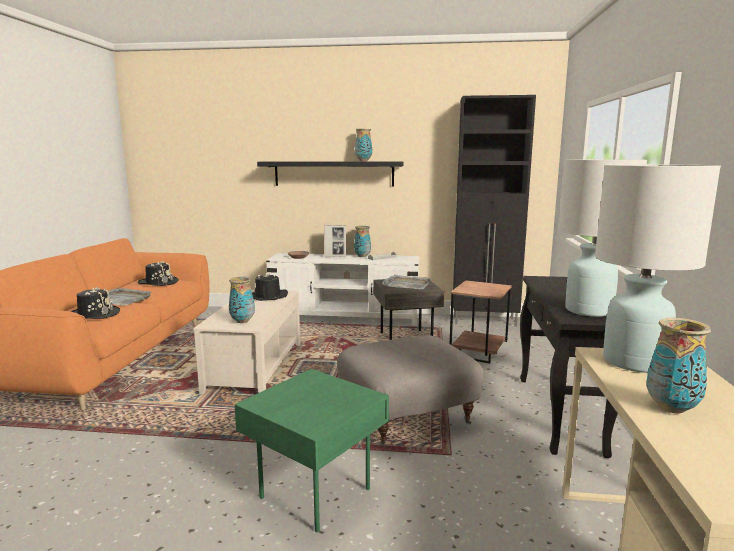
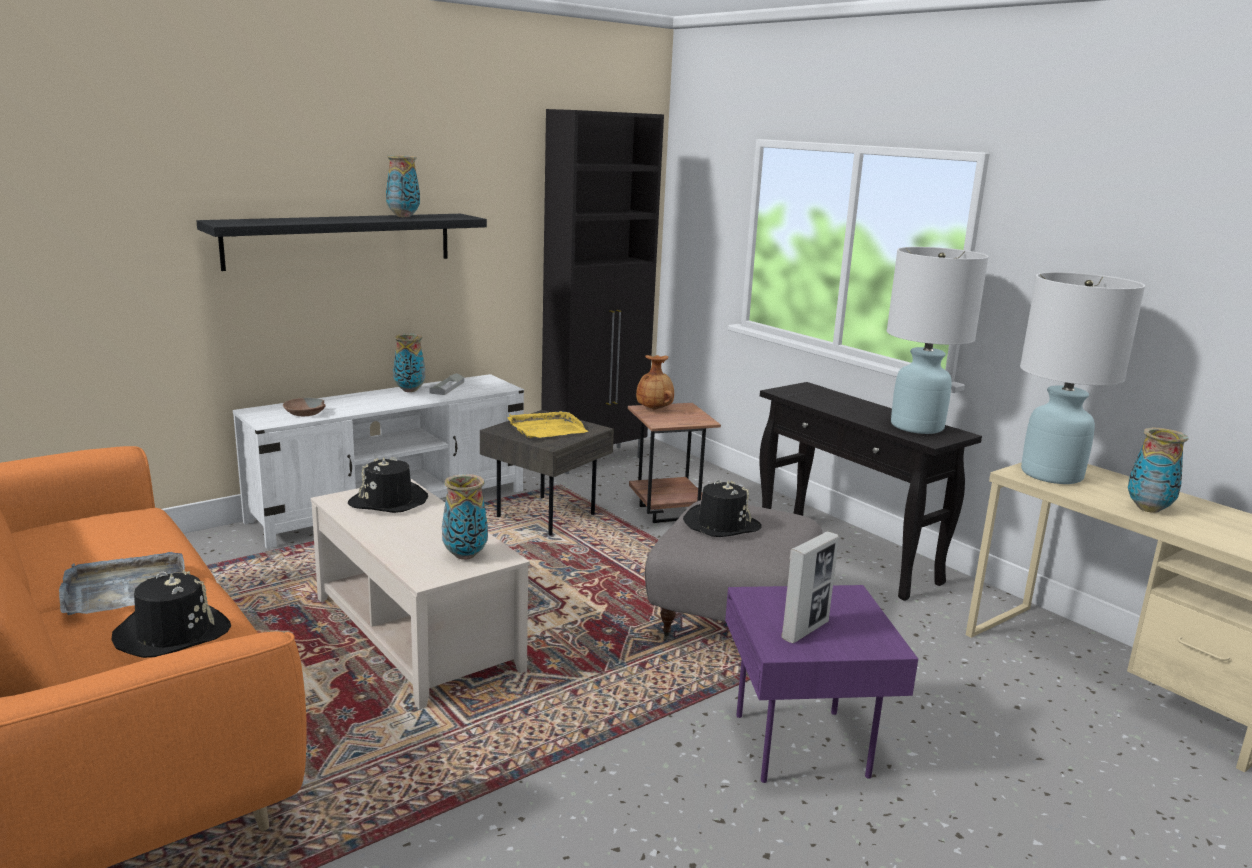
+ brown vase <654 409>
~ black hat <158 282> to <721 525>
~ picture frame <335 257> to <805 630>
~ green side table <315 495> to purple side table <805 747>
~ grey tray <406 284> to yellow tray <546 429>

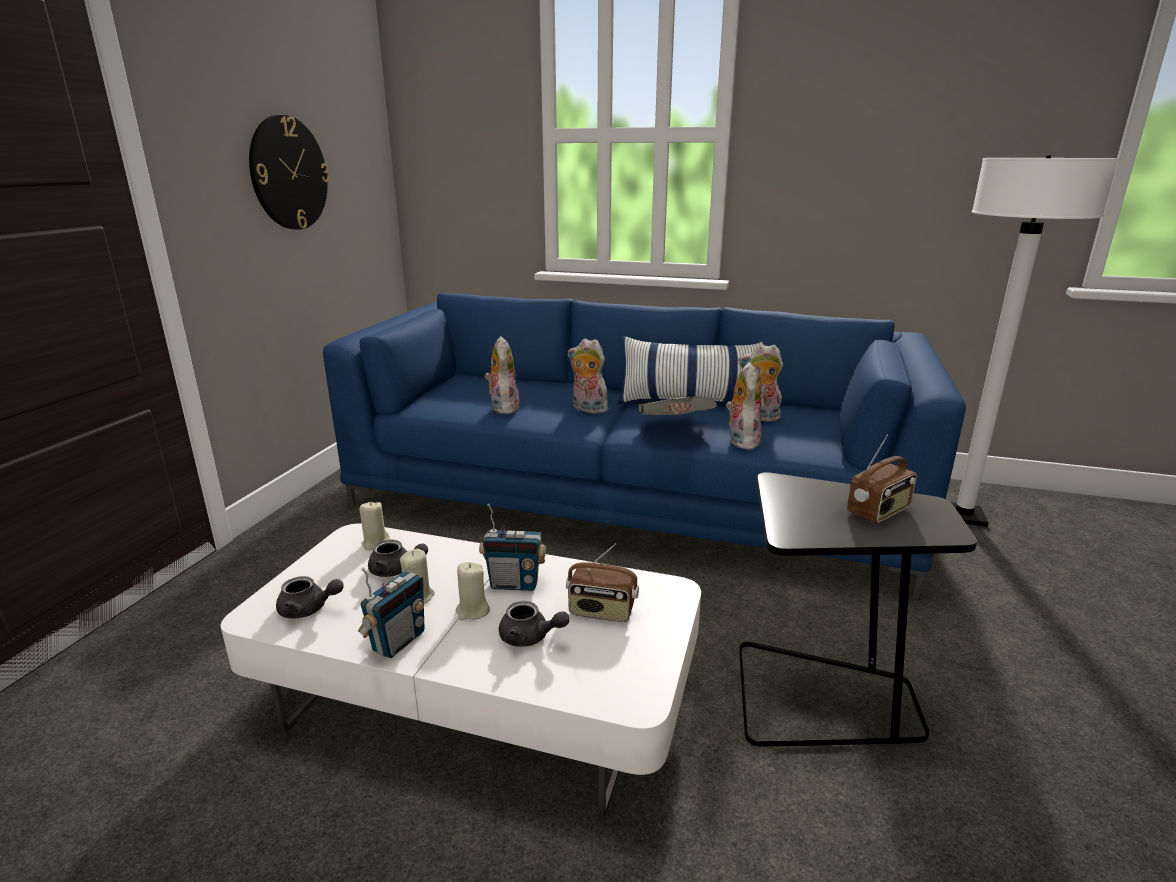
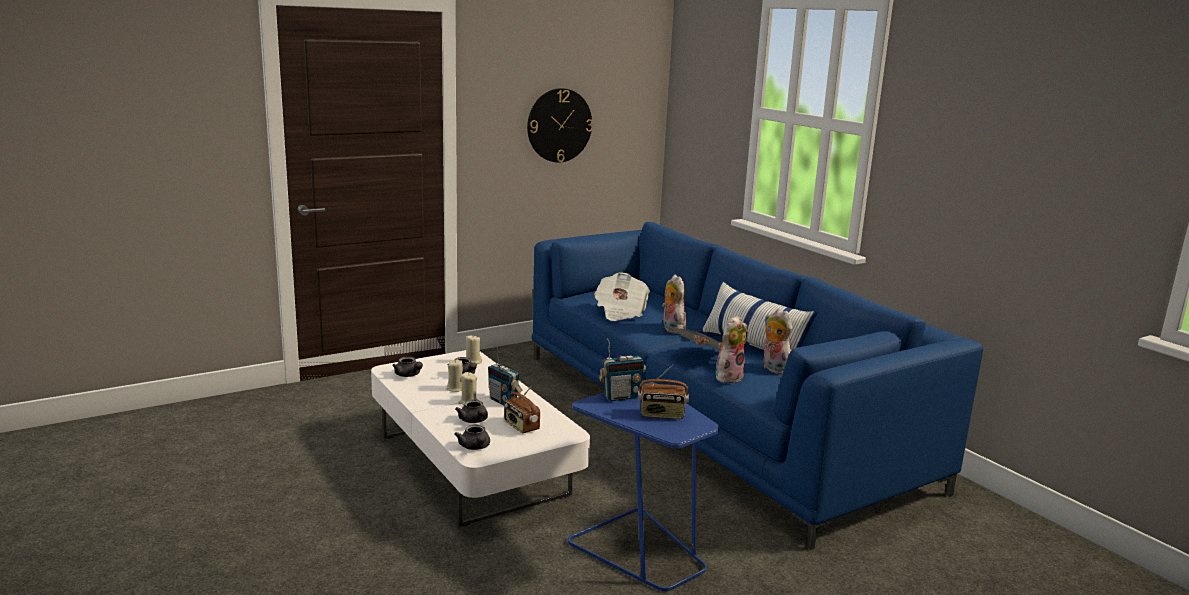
- white floor lamp <963 516>
+ grey teapot <475 447>
~ radio <398 641> to <621 397>
~ plush toy <503 407> to newspaper <620 312>
~ black side table <822 699> to blue side table <640 550>

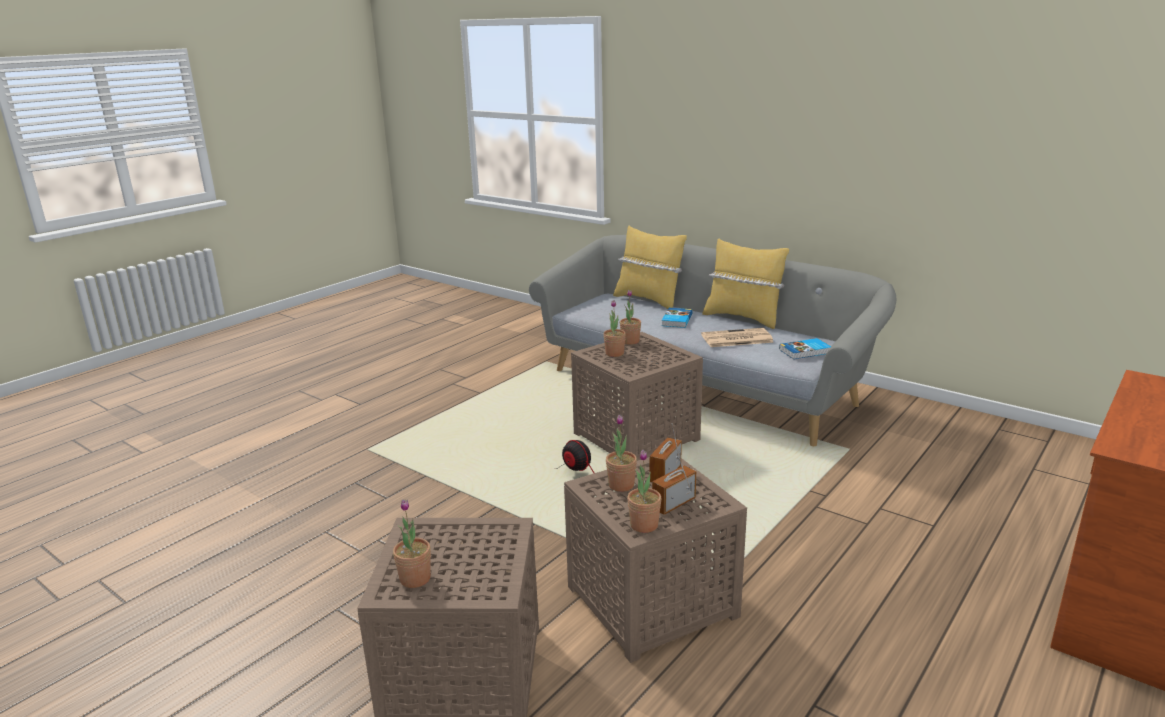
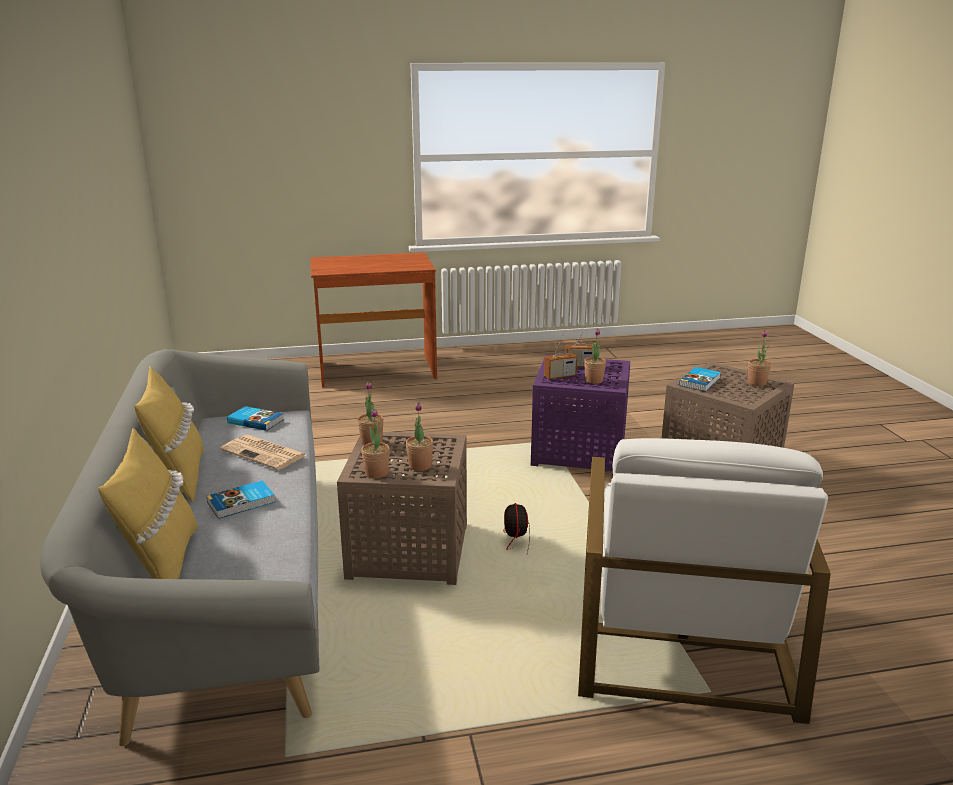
+ white armchair <680 637>
+ book <700 382>
~ potted plant <644 525> to <371 441>
~ brown side table <651 603> to purple side table <580 451>

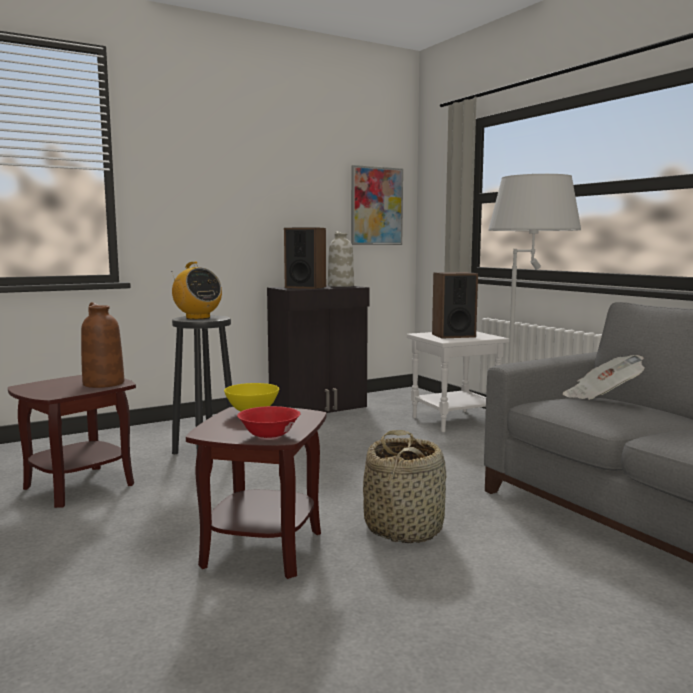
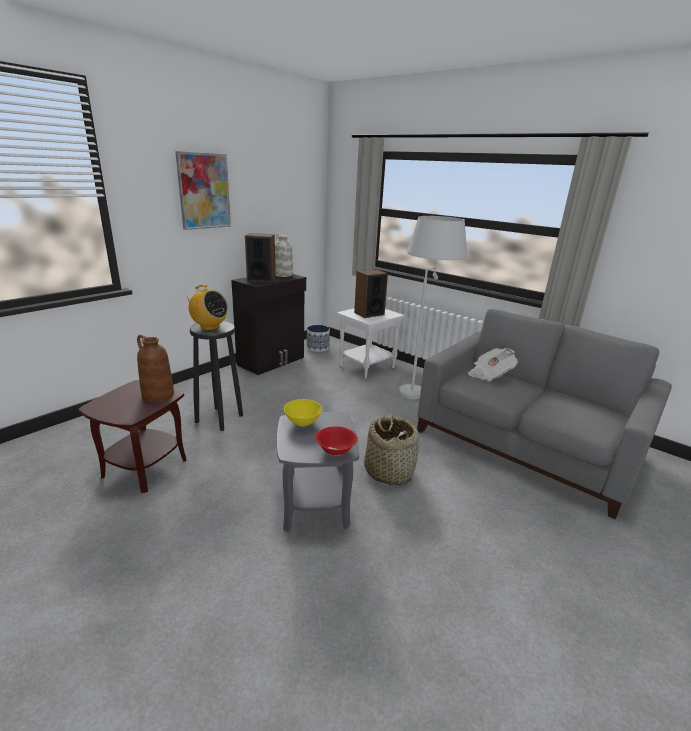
+ planter <318 347>
~ picture <376 206> to <204 191>
~ brown side table <263 549> to grey side table <316 506>

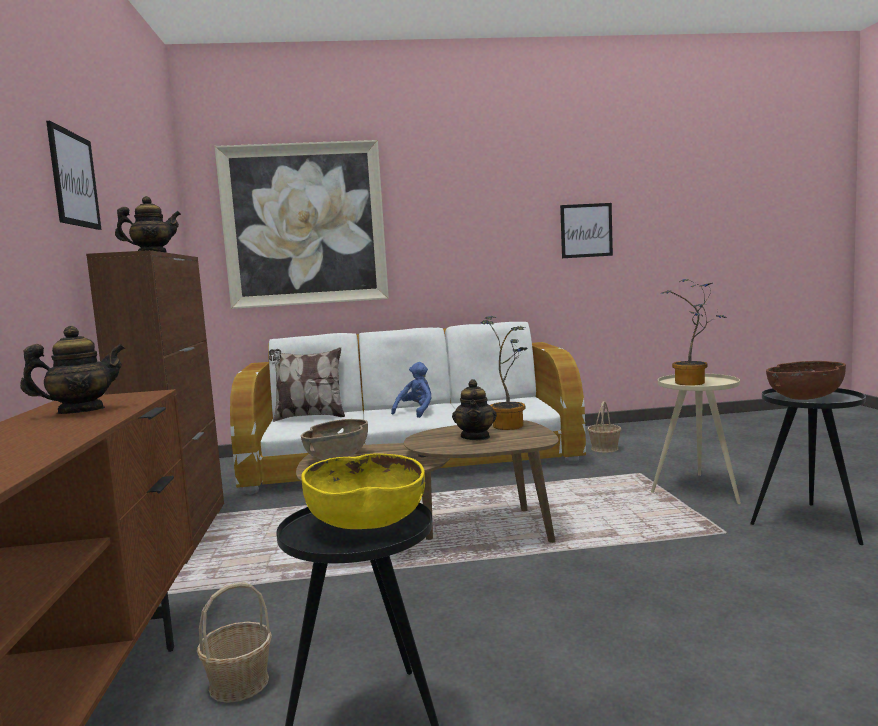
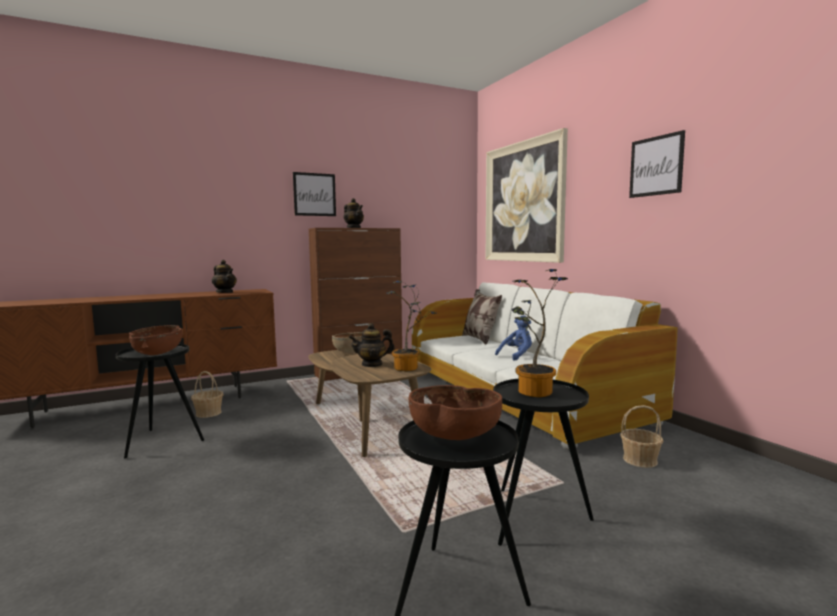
~ picture <586 230> to <656 166>
~ yellow bowl <366 523> to brown bowl <157 353>
~ beige side table <698 489> to black side table <536 518>
~ blue plush toy <416 412> = <517 356> 45 degrees counterclockwise

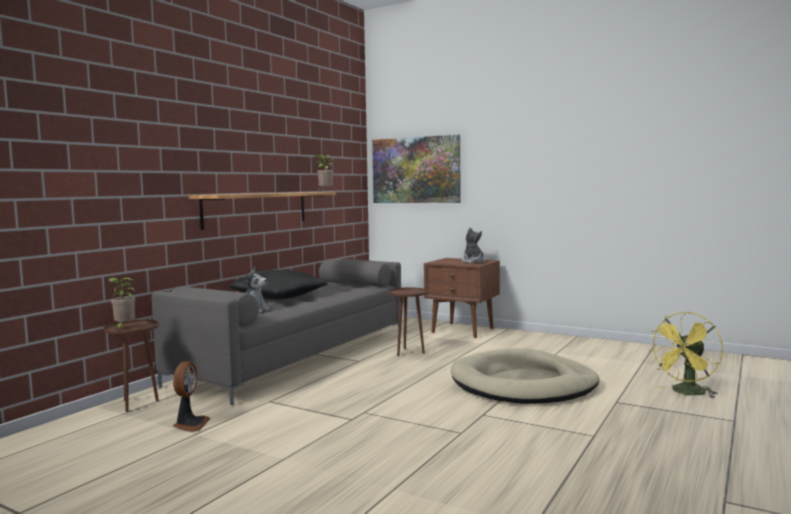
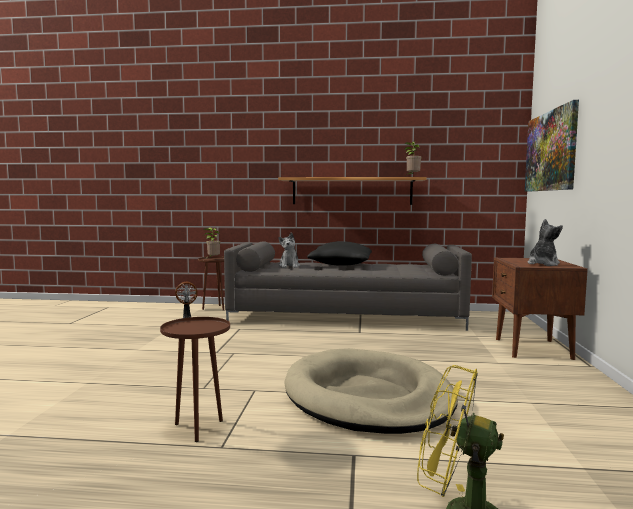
~ brown side table <408 352> to <198 428>

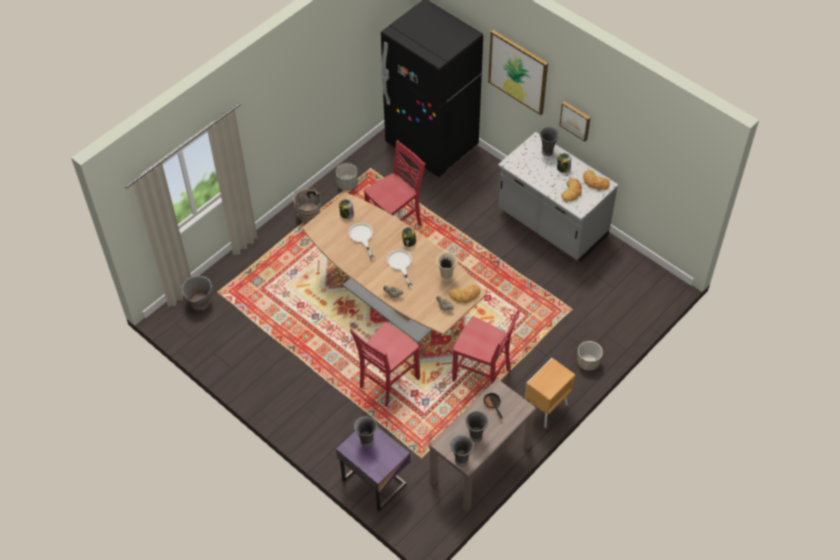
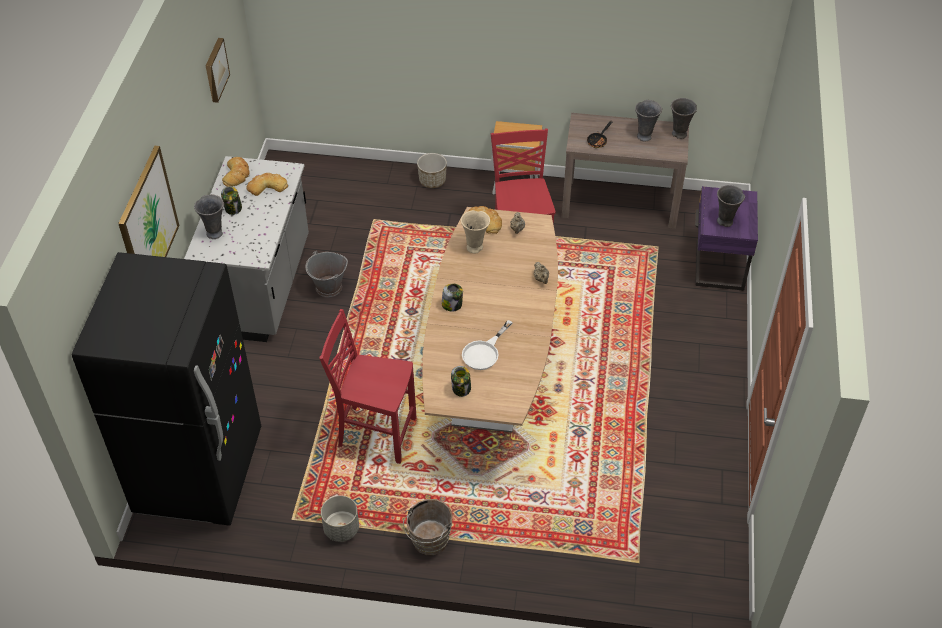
- red chair <387 382>
- white frying pan <400 265>
~ grey bucket <200 302> to <329 288>
~ picture <576 120> to <215 69>

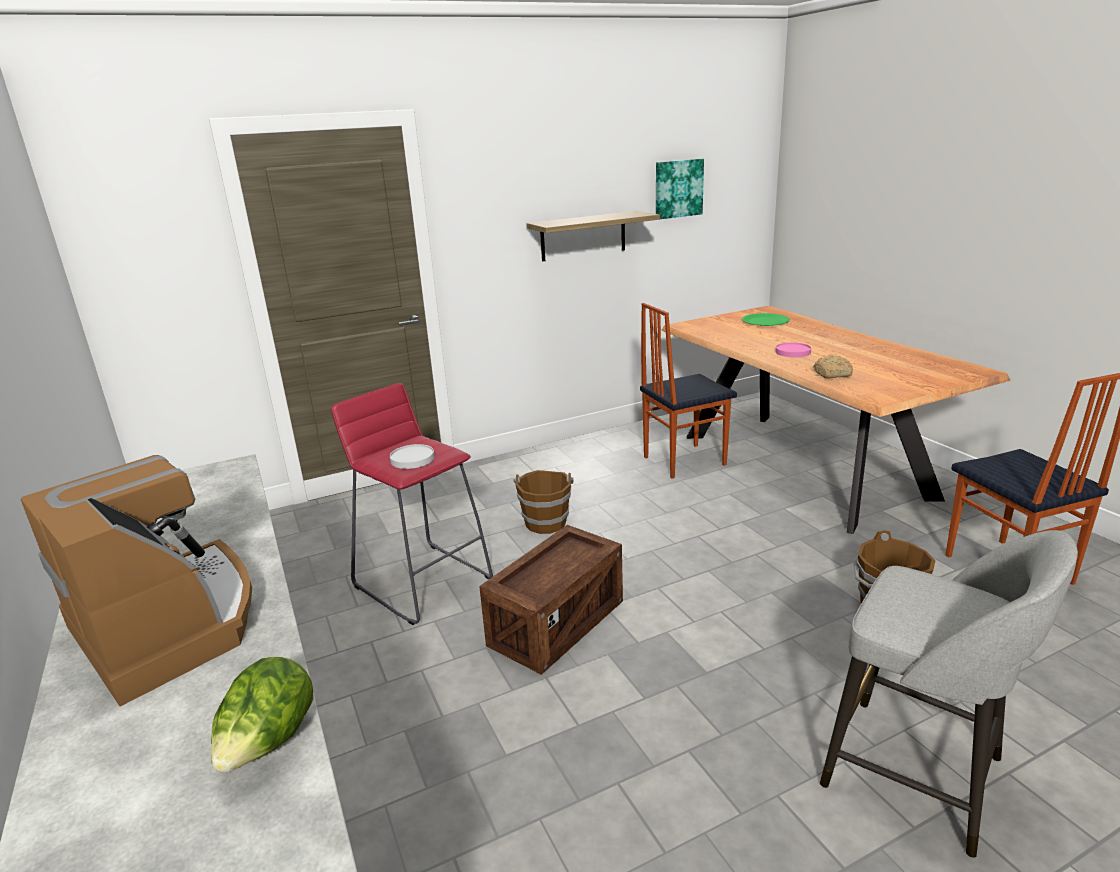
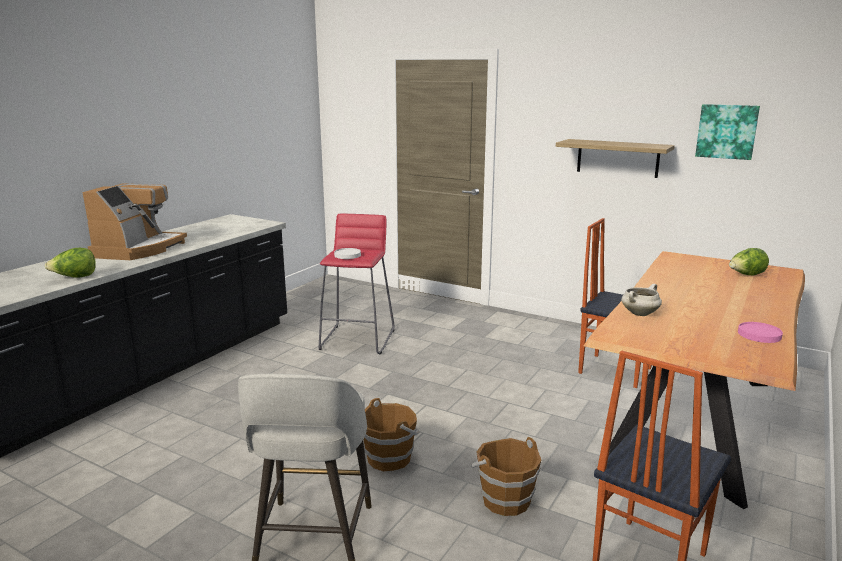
- crate <557 623>
~ brown bucket <546 522> to <390 458>
~ pink plate <793 352> to <759 335>
~ green plate <765 321> to lettuce <746 275>
~ bread <831 374> to white cooking pot <639 313>

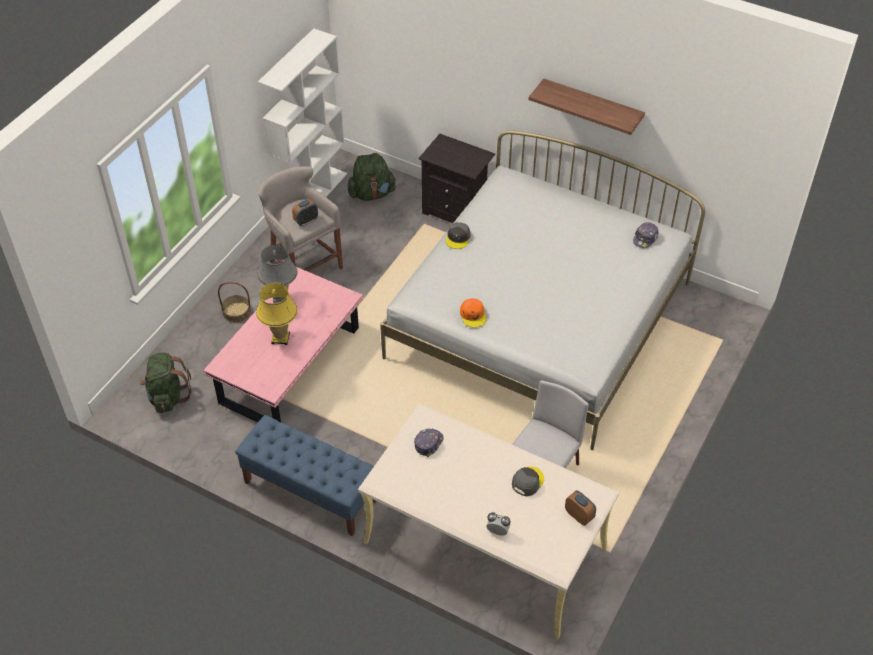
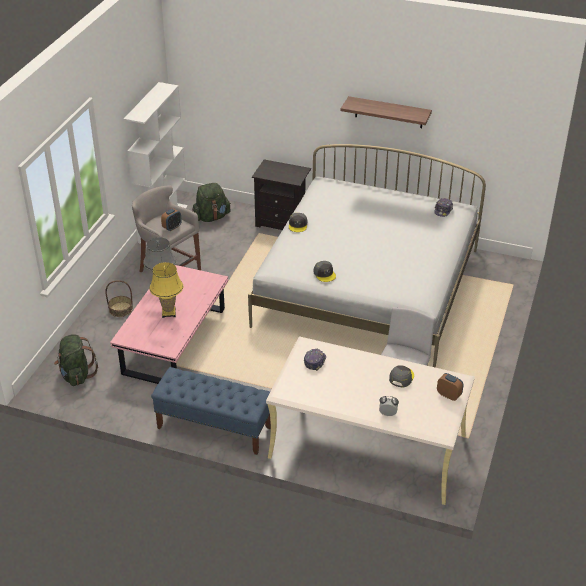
~ orange cap <473 315> to grey cap <324 274>

